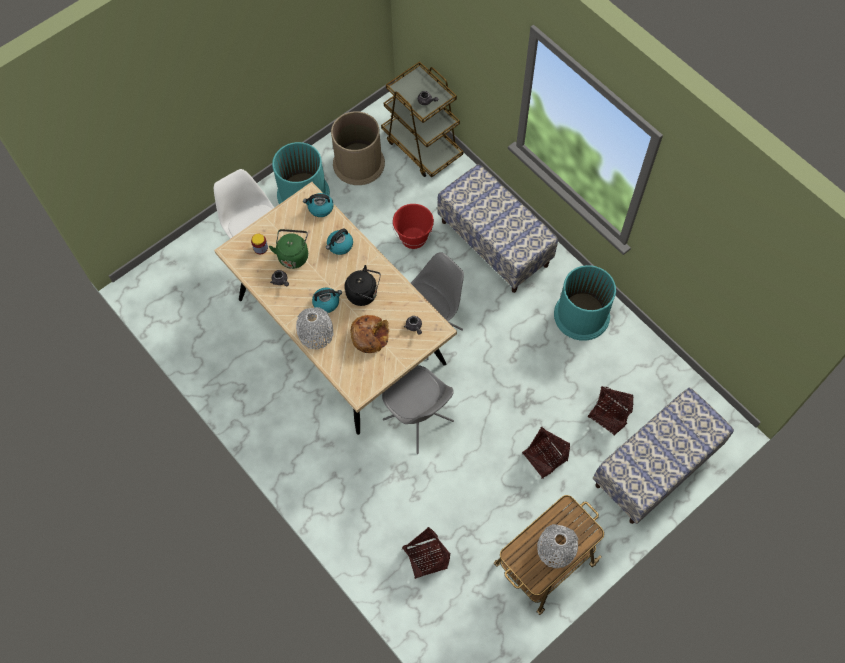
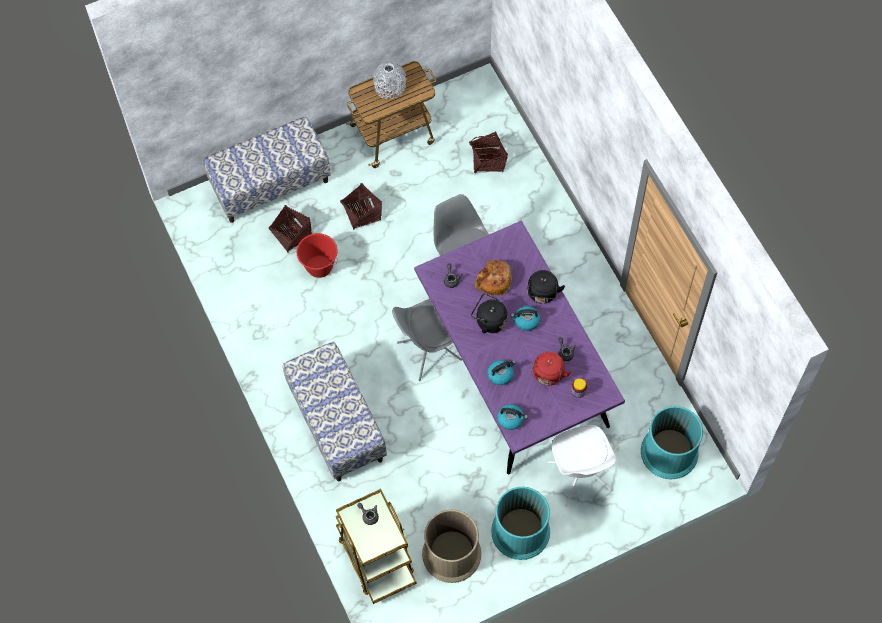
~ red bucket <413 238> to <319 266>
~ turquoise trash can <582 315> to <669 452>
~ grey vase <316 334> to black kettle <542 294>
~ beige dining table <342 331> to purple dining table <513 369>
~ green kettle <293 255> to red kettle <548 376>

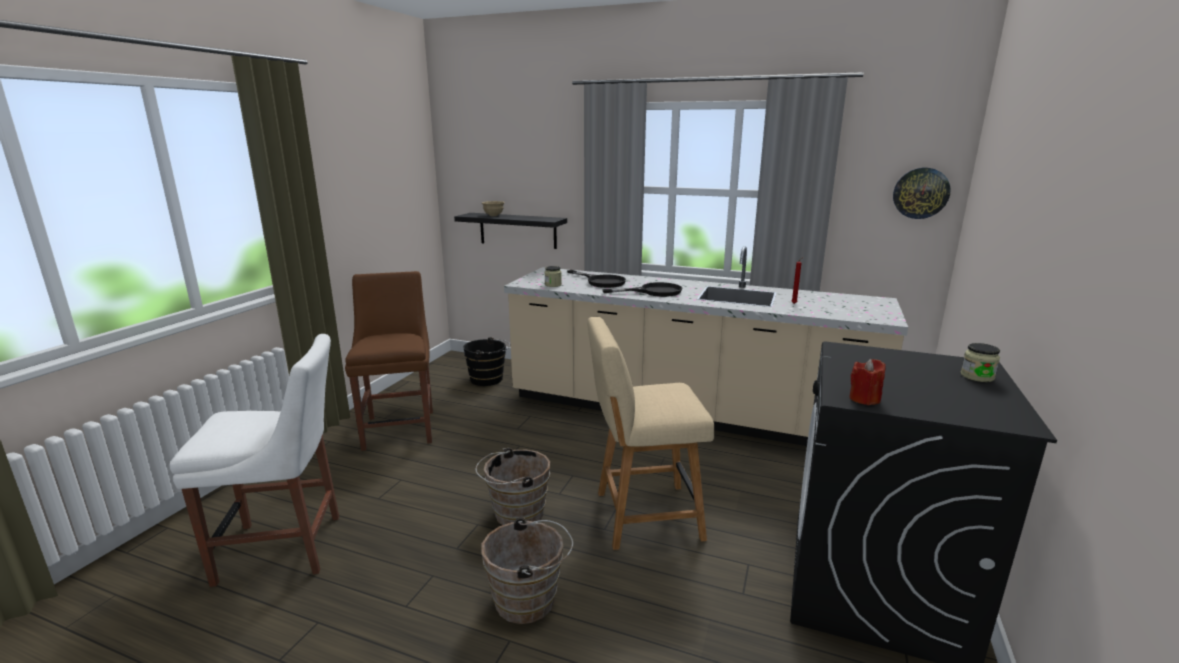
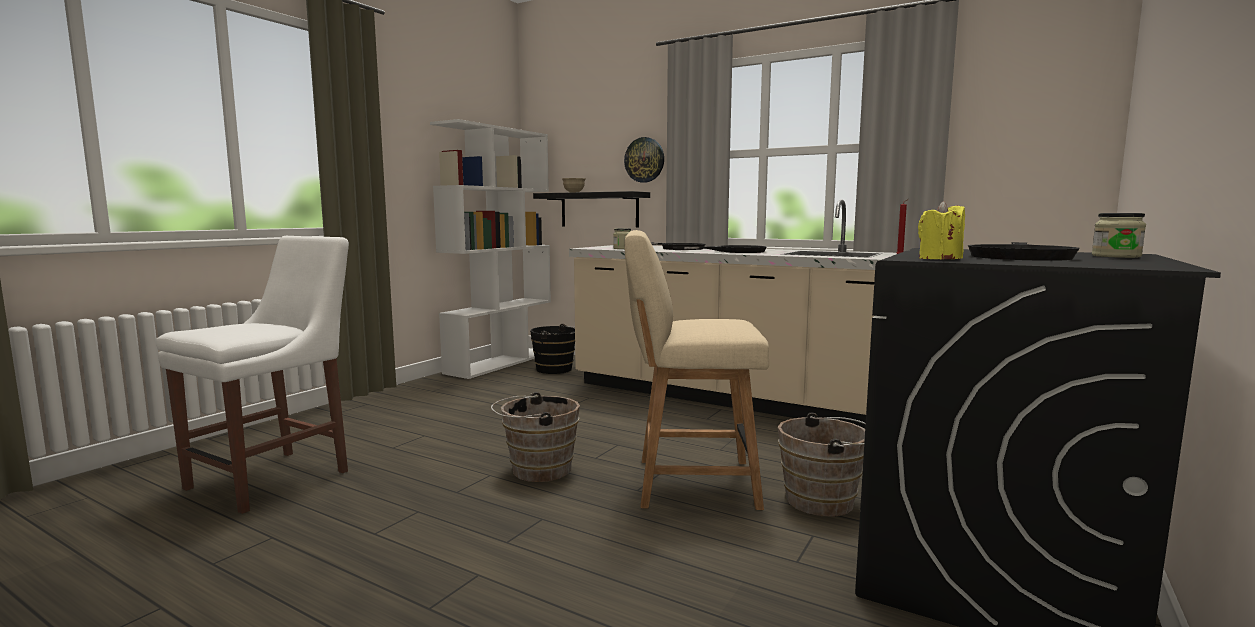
- brown chair <400 427>
+ white bookcase <500 362>
+ black frying pan <1020 256>
~ brown bucket <530 600> to <825 501>
~ wall clock <920 193> to <644 160>
~ red candle <864 399> to yellow candle <939 259>
~ white chair <287 548> = <276 477> 60 degrees counterclockwise

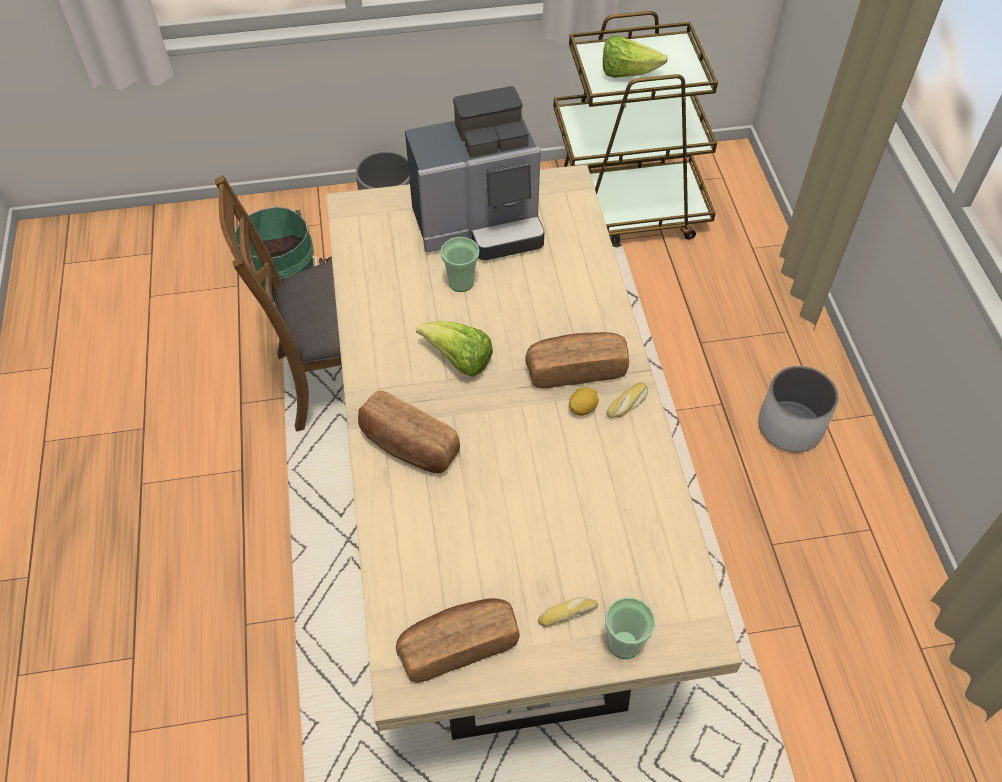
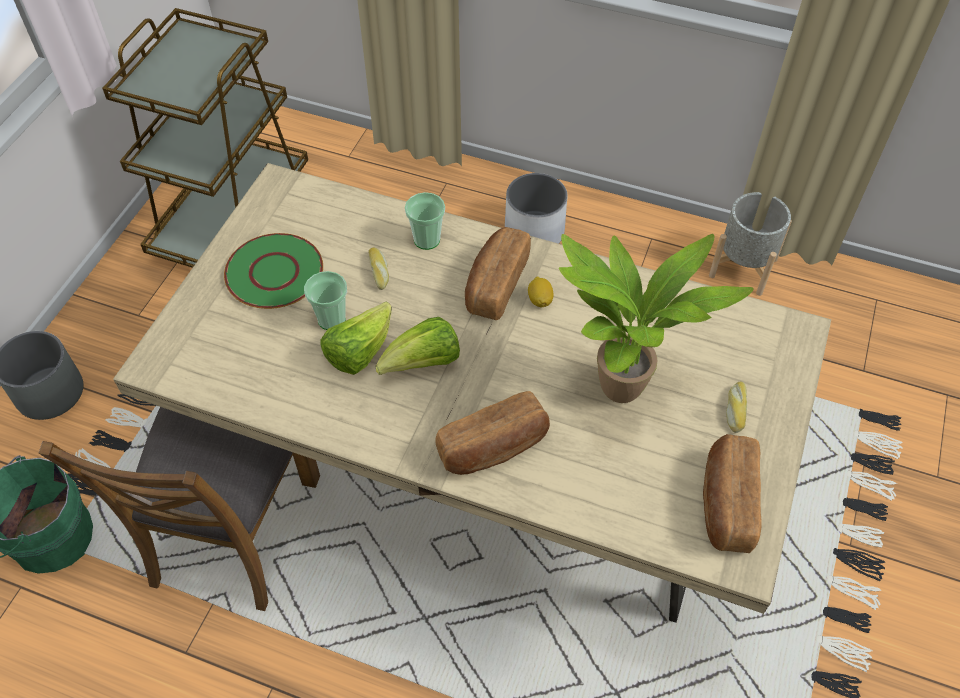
+ potted plant <621 395>
+ grey planter <743 267>
~ lettuce <627 73> to <359 352>
~ cup <624 643> to <427 240>
~ bread <628 404> to <379 271>
~ coffee machine <481 225> to green plate <274 272>

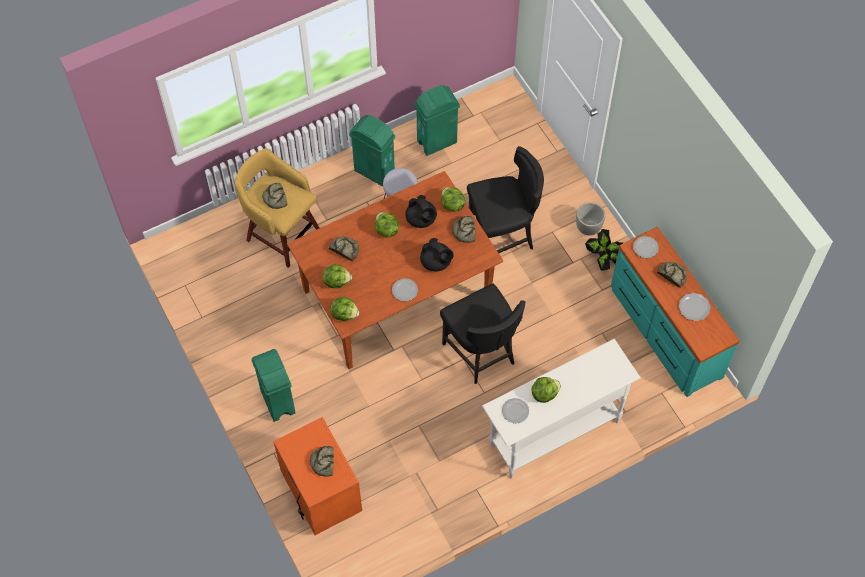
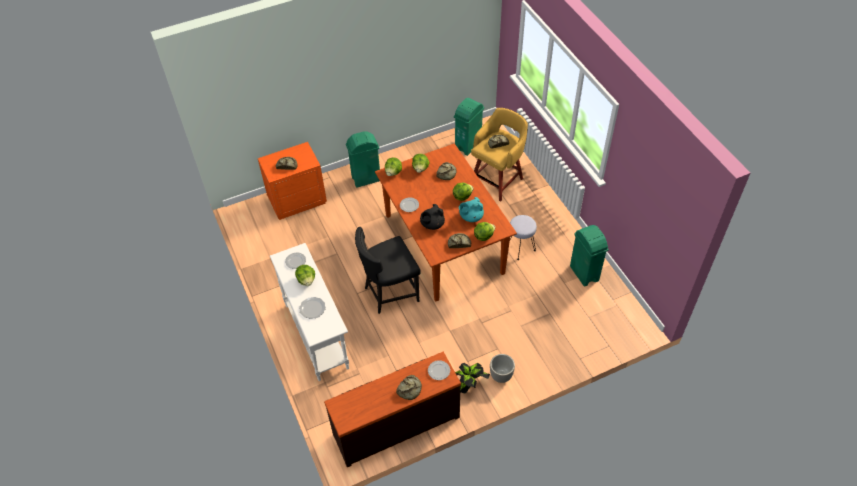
- black chair <502 237>
~ green trash can <374 171> to <468 145>
~ plate <694 307> to <313 308>
~ black teapot <421 219> to turquoise teapot <470 217>
~ turquoise dresser <664 332> to brown dresser <396 424>

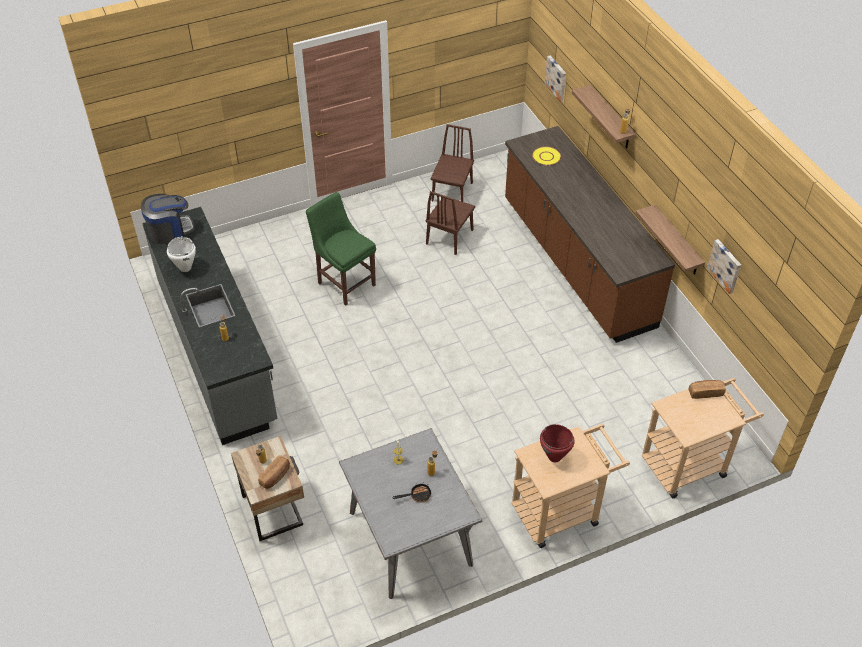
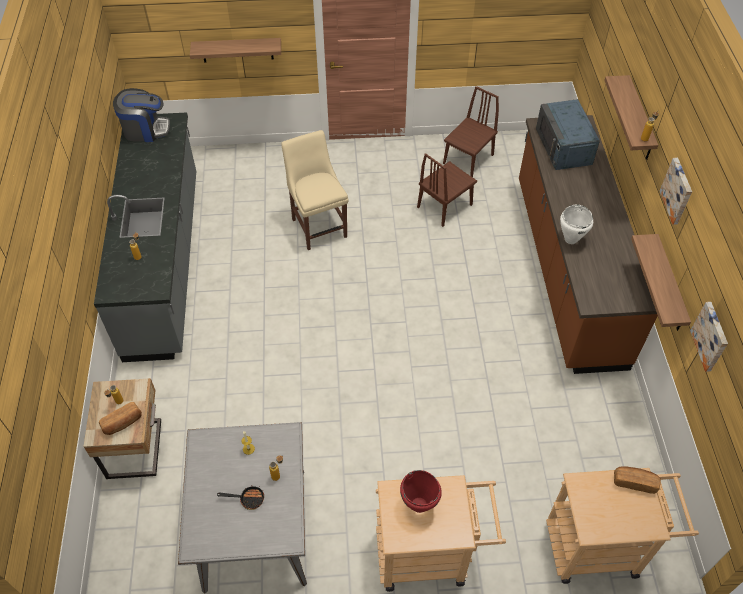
+ shelf <237 50>
~ white cooking pot <185 268> to <570 239>
~ picture <557 78> to <678 191>
~ yellow plate <546 156> to blue microwave <564 146>
~ green chair <345 282> to beige chair <318 226>

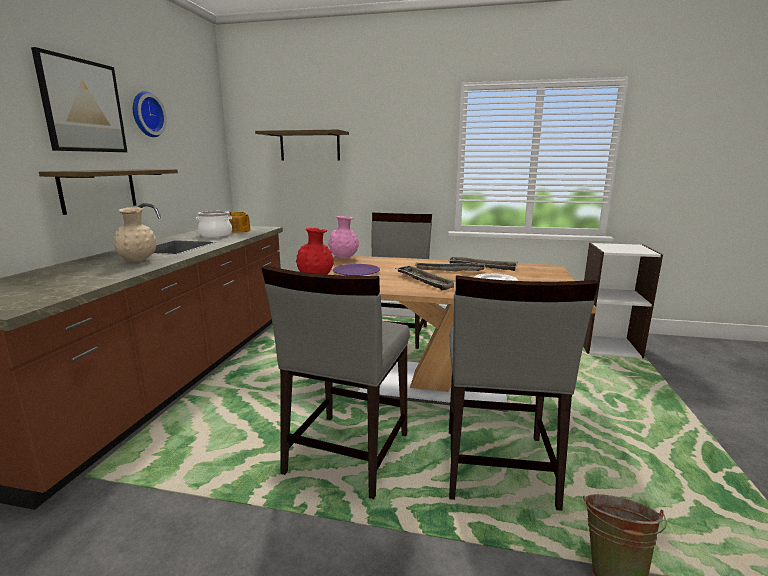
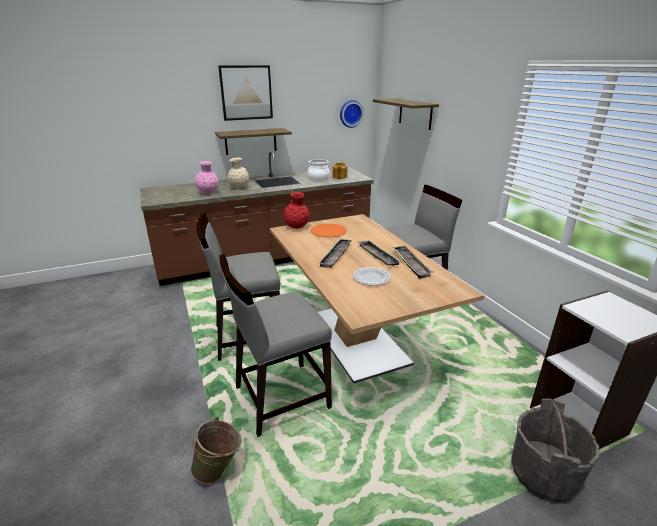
+ grey bucket <543 475>
~ wall clock <146 114> to <350 113>
~ pink vase <344 258> to <208 193>
~ purple plate <356 271> to orange plate <328 231>

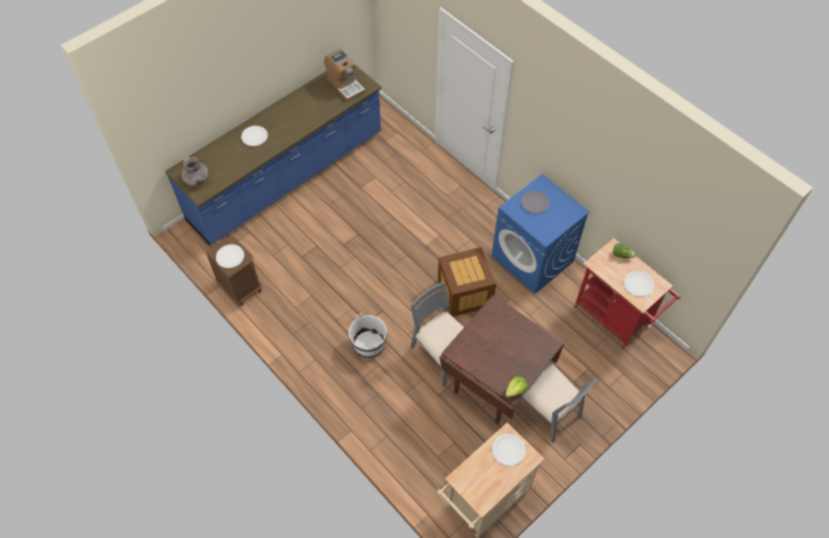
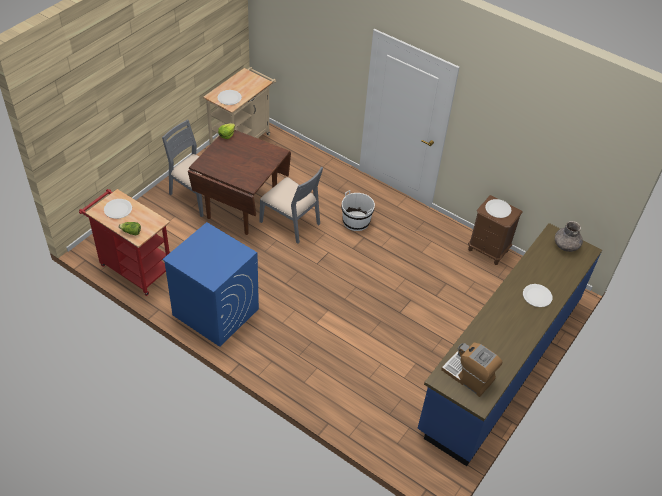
- crate <464 293>
- grey plate <535 203>

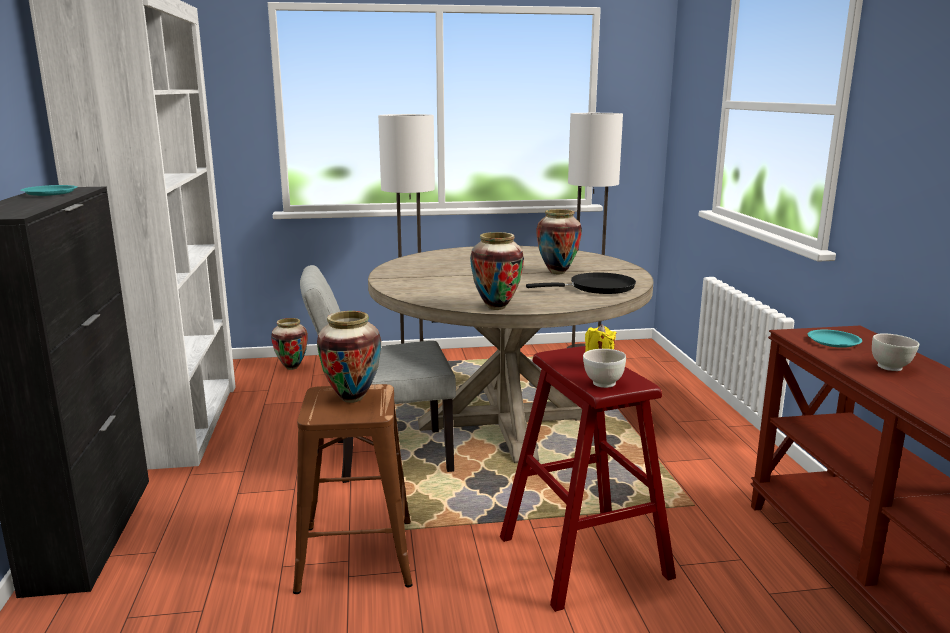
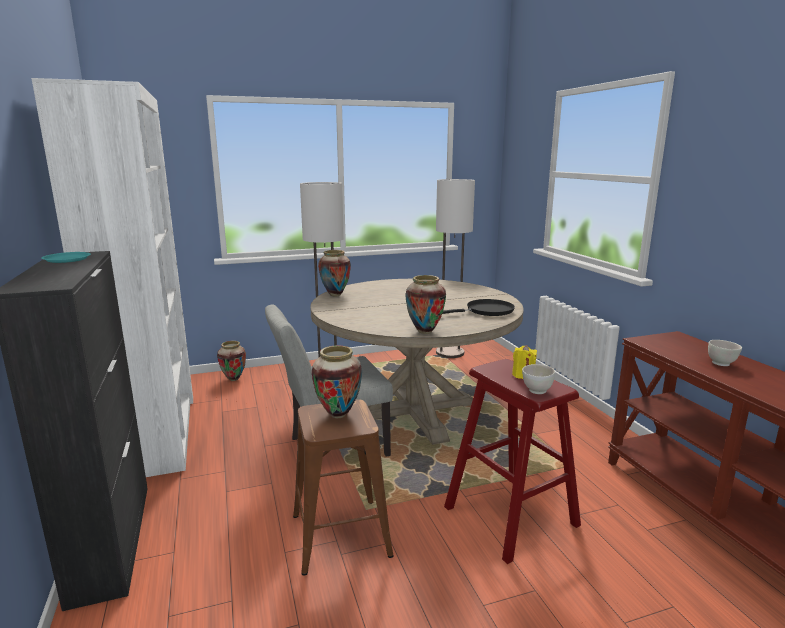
- turquoise plate <833 342>
~ vase <557 272> to <335 295>

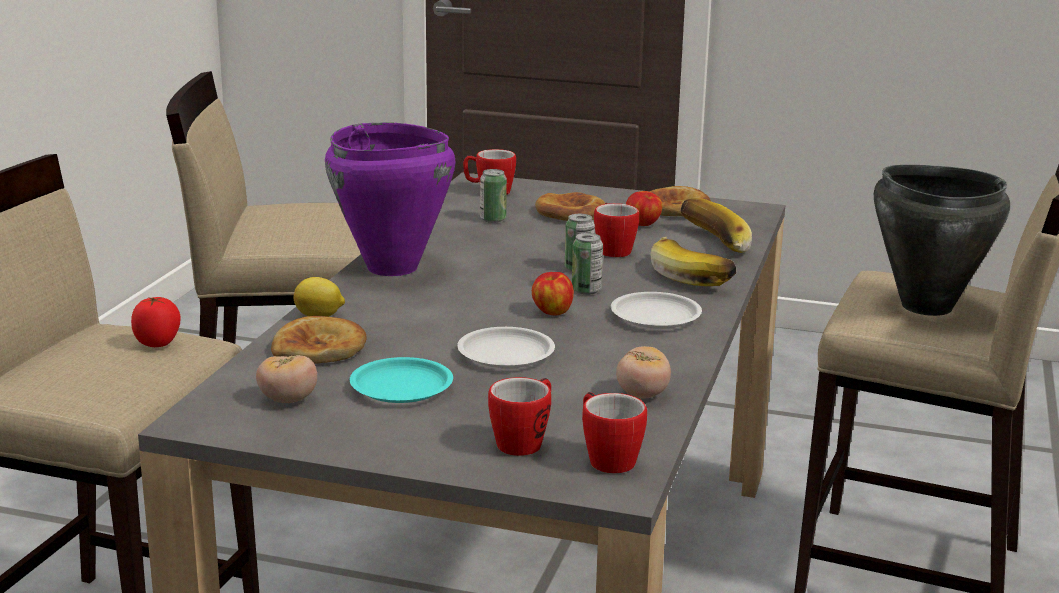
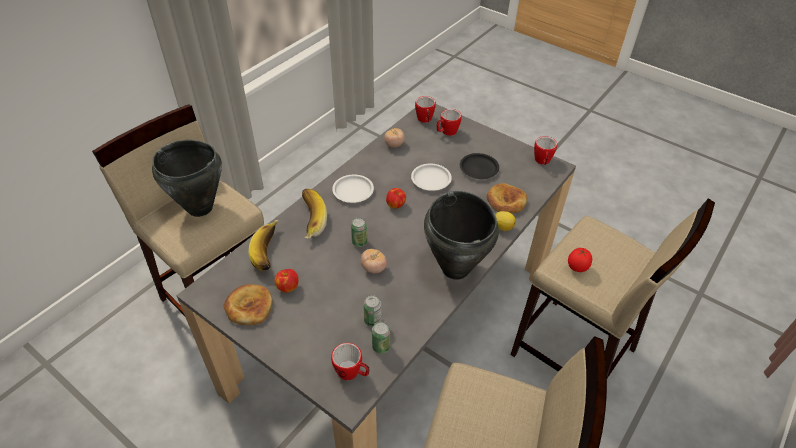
- bread <571 213>
~ tomato <288 400> to <373 268>
~ can <586 290> to <381 347>
~ mug <612 250> to <542 162>
~ purple cooking pot <392 268> to black cooking pot <456 268>
~ turquoise plate <400 387> to black plate <479 168>

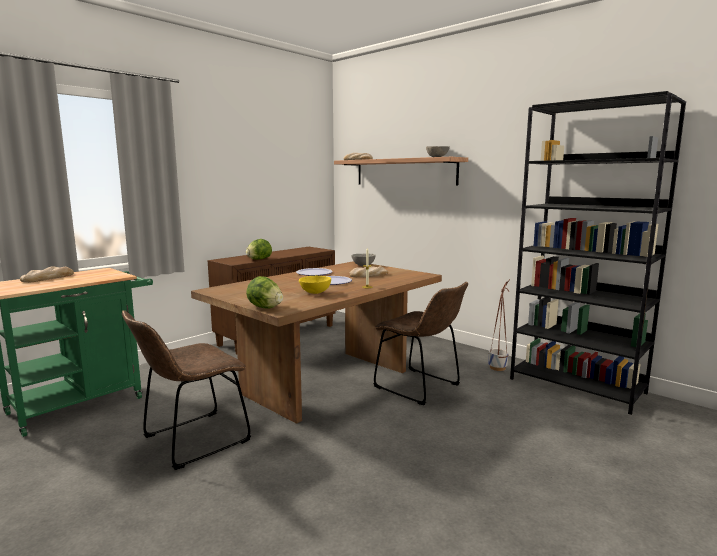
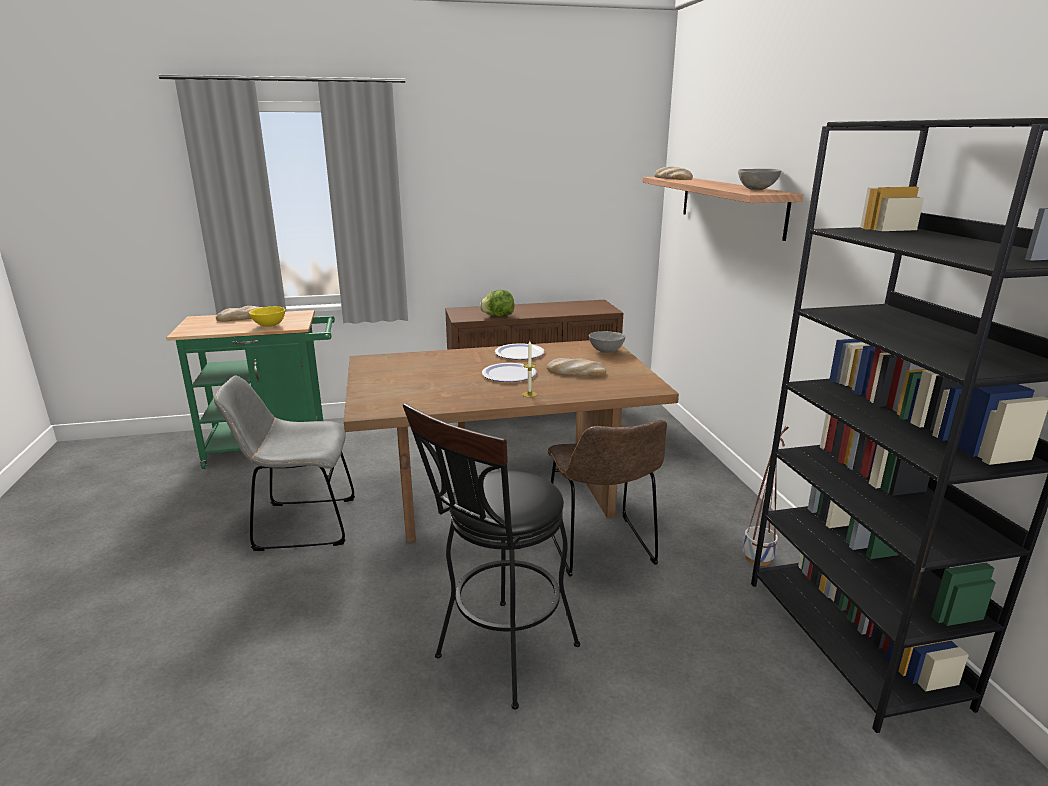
- lettuce <265 307>
+ black stool <500 658>
~ yellow bowl <315 293> to <268 326>
~ brown chair <191 441> to grey chair <300 524>

